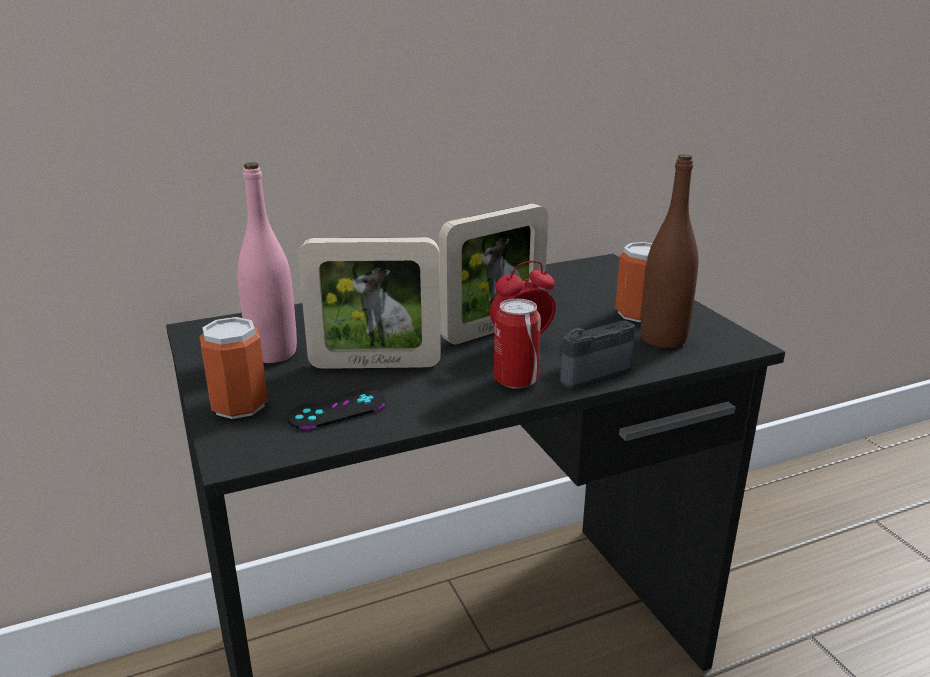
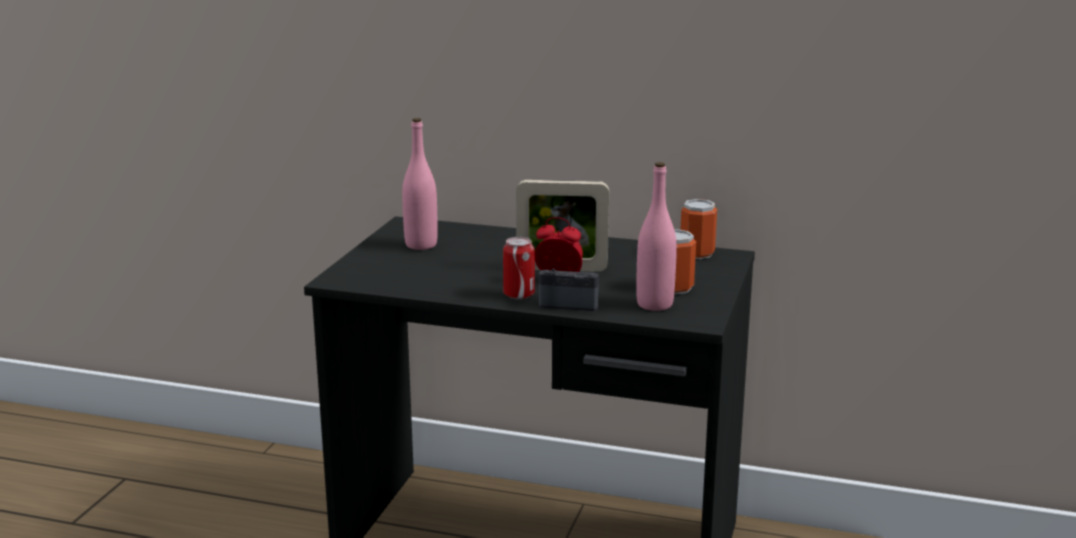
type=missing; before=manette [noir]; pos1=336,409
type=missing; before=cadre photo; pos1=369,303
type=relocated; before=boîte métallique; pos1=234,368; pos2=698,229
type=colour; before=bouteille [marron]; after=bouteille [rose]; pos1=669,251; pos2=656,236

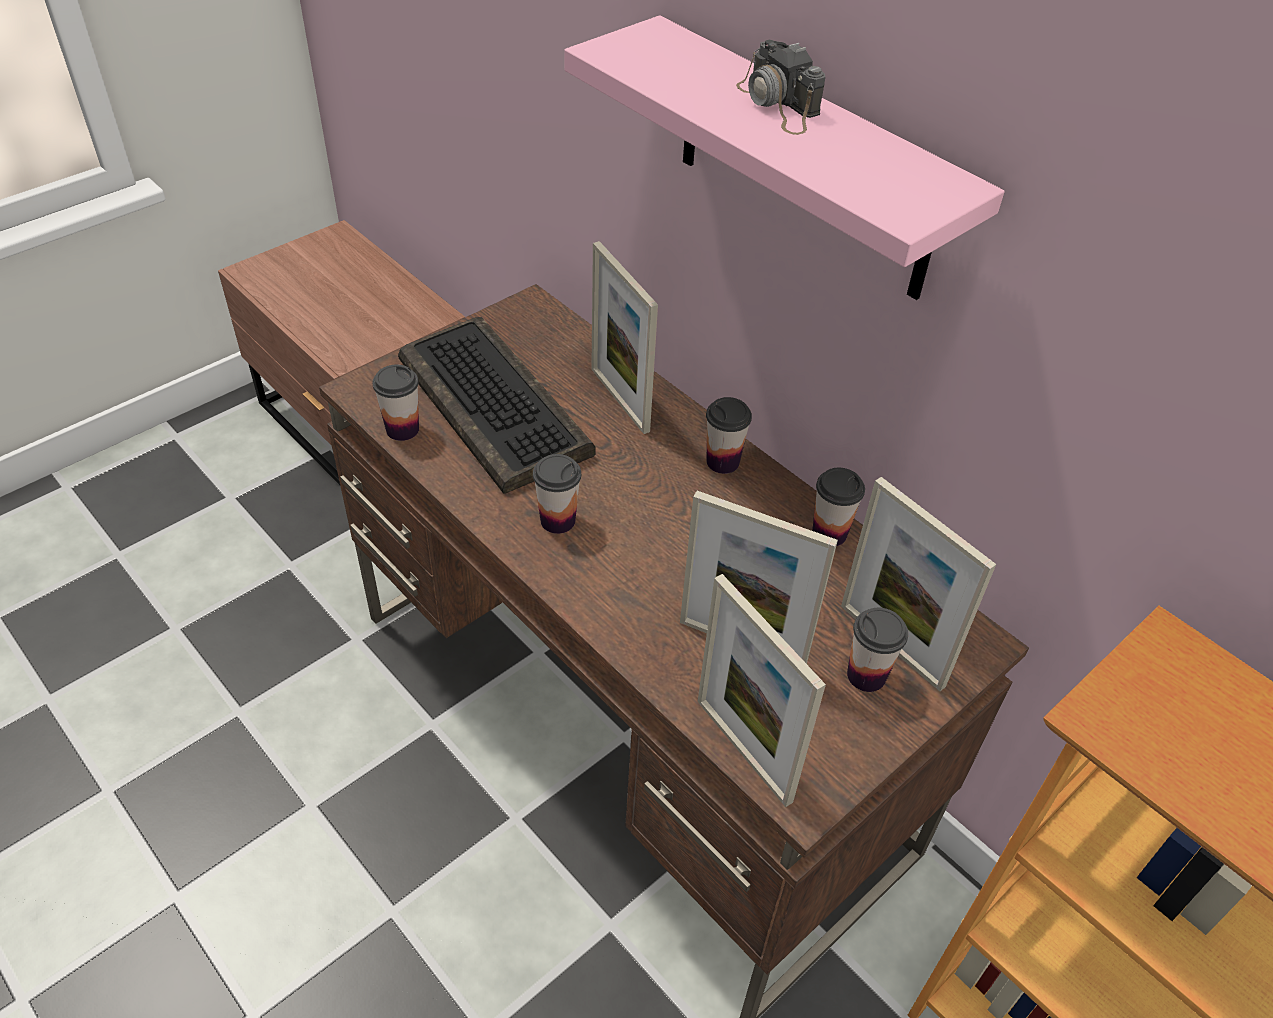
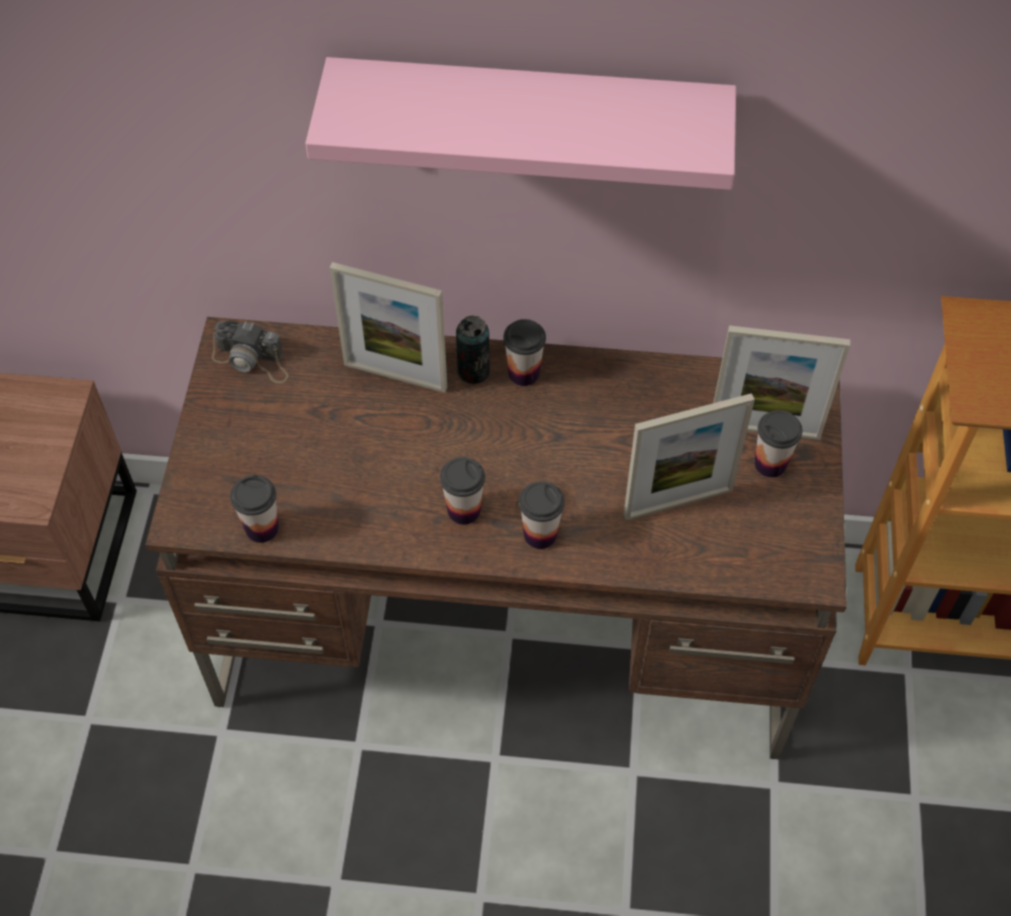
type=missing; before=clavier; pos1=496,405
type=missing; before=cadre photo; pos1=762,690
type=appeared; after=boîte métallique; pos2=473,350
type=relocated; before=appareil photo; pos1=780,87; pos2=250,351
type=relocated; before=tasse; pos1=838,507; pos2=542,515

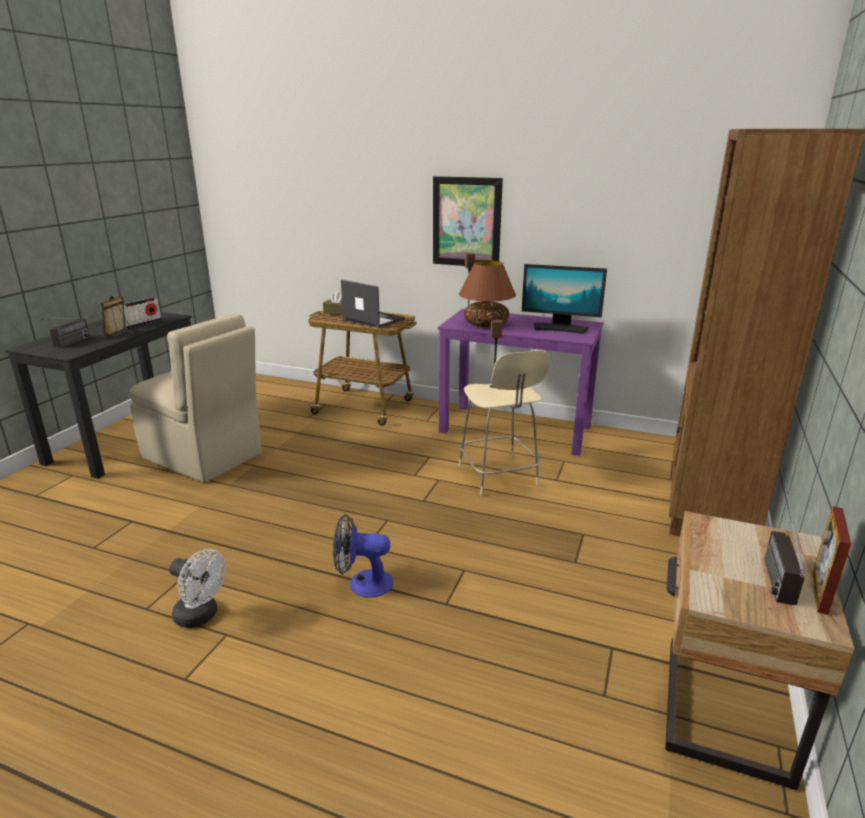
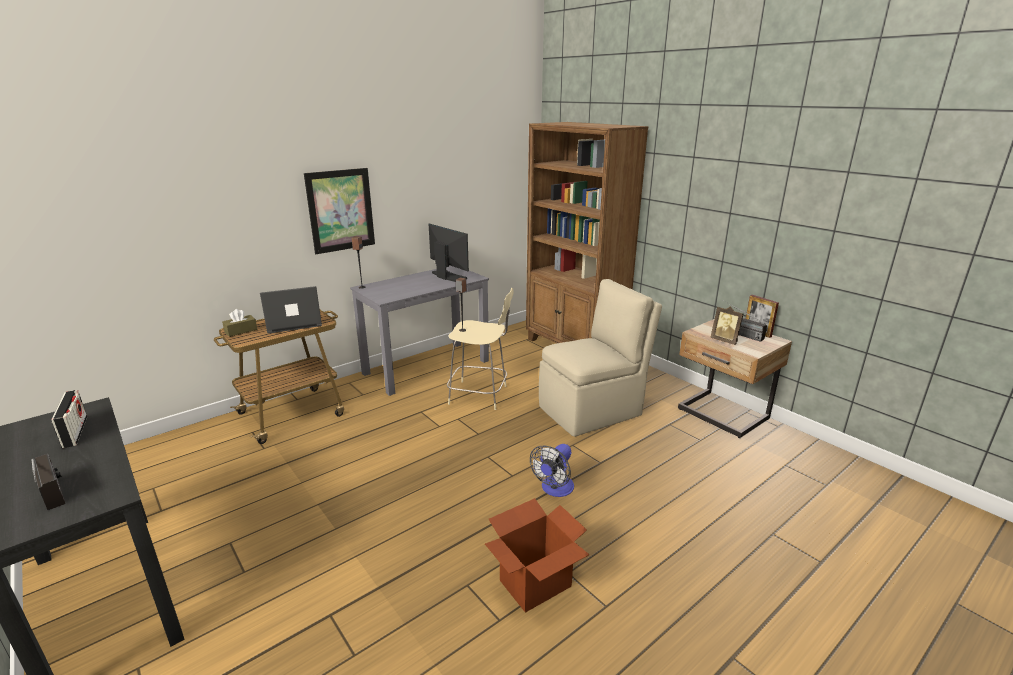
type=missing; before=lampe de table [marron]; pos1=487,293
type=relocated; before=cadre photo; pos1=117,317; pos2=727,325
type=relocated; before=chaise [beige]; pos1=196,398; pos2=600,358
type=exchanged; before=ventilateur [blanc]; after=carton; pos1=197,588; pos2=537,555
type=colour; before=bureau [violet]; after=bureau [gris]; pos1=521,382; pos2=419,331
type=spun; before=écran d'ordinateur; pos1=564,299; pos2=449,253; turn=-90

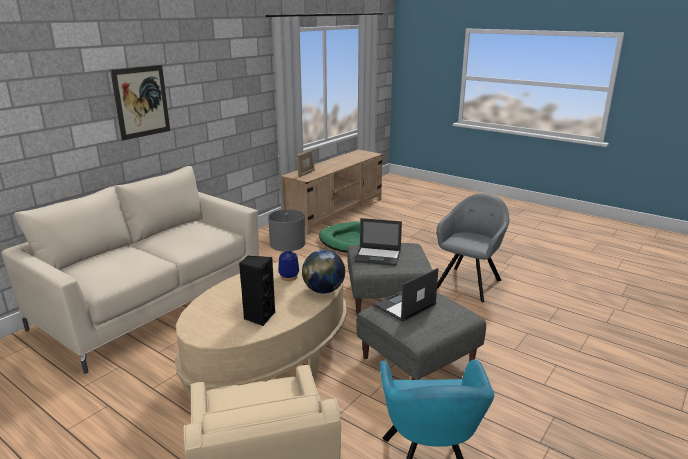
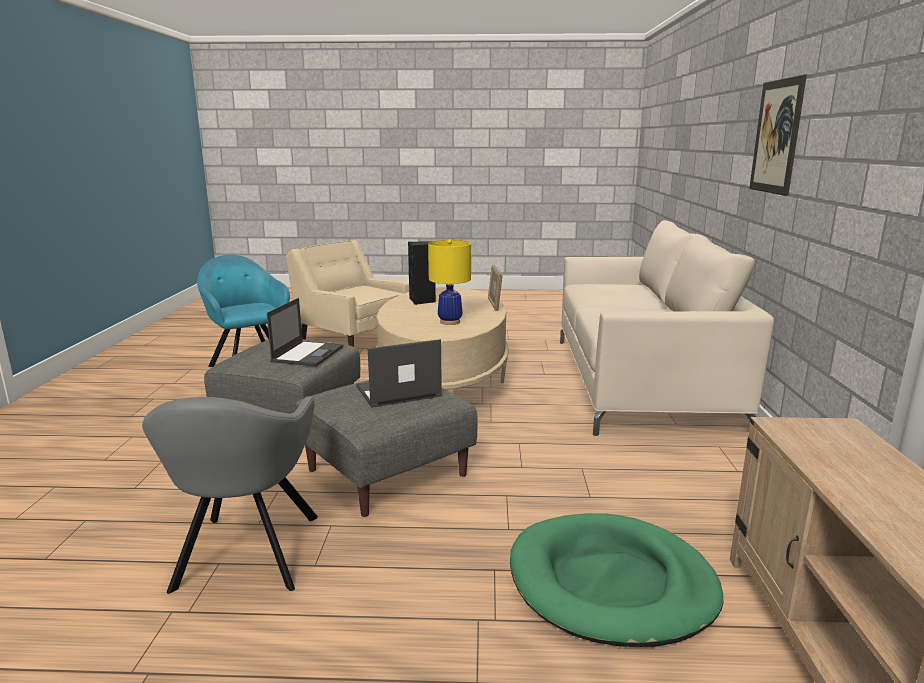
type=missing; before=globe; pos1=323,271
type=relocated; before=cadre photo; pos1=305,163; pos2=495,287
type=colour; before=lampe de table [gris]; after=lampe de table [jaune]; pos1=286,245; pos2=449,282

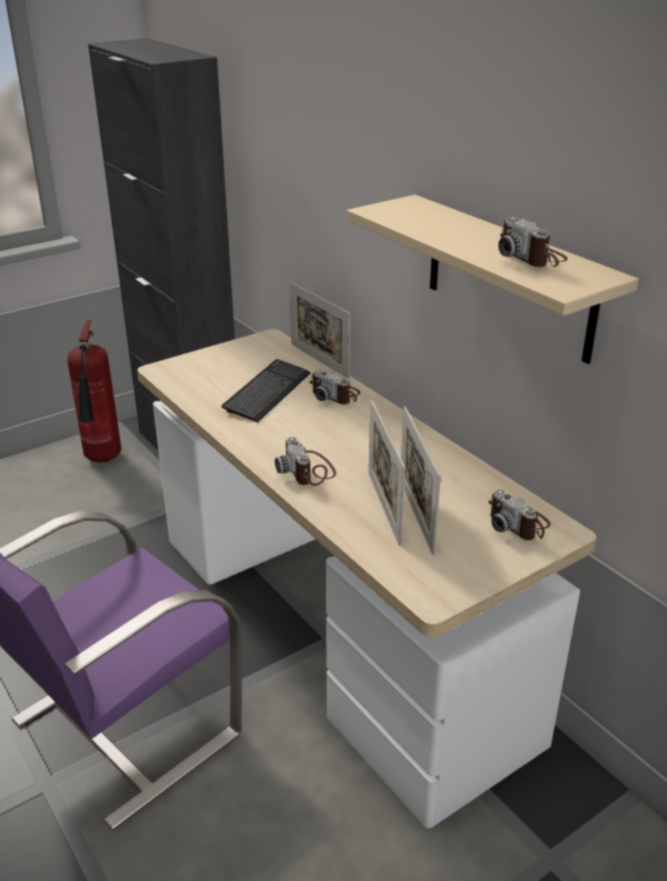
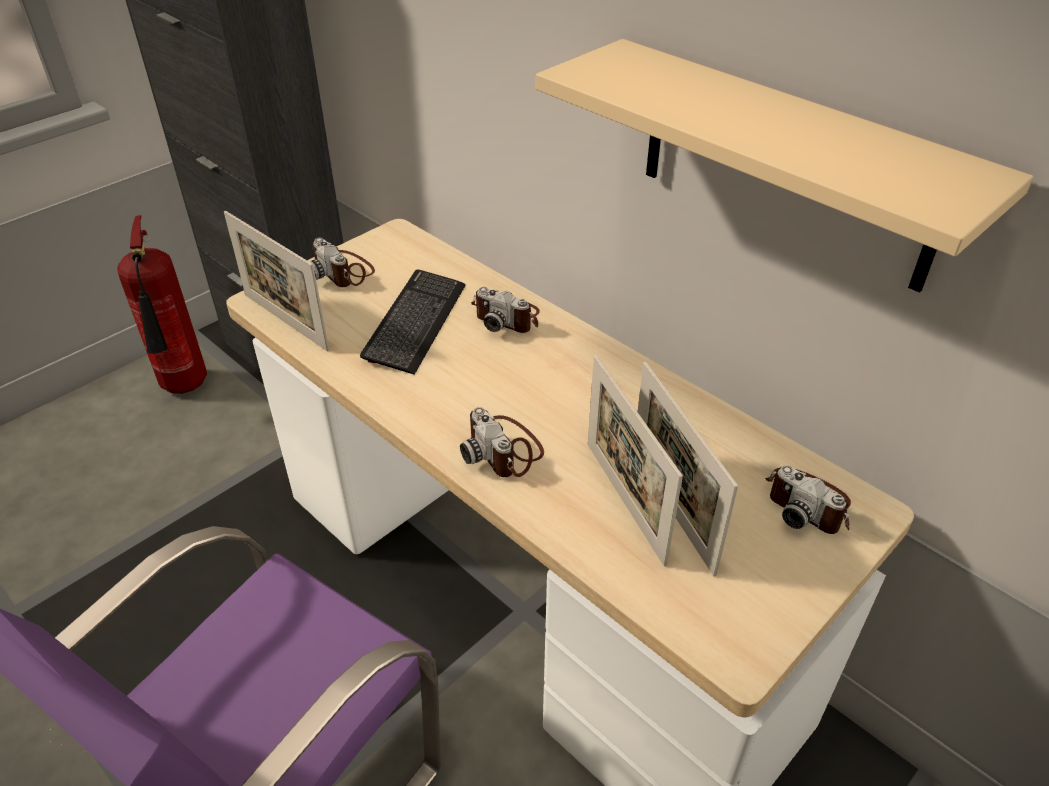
type=relocated; before=cadre photo; pos1=320,330; pos2=276,281
type=relocated; before=appareil photo; pos1=533,242; pos2=342,262

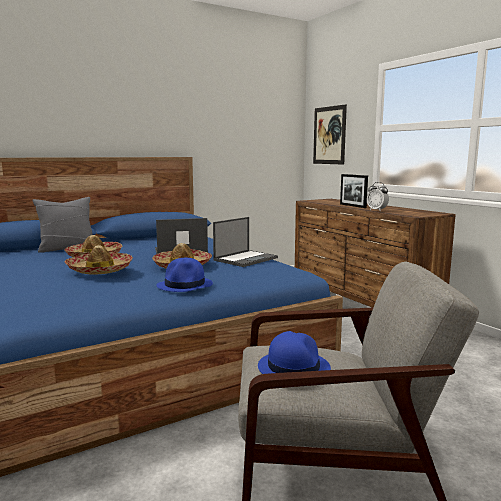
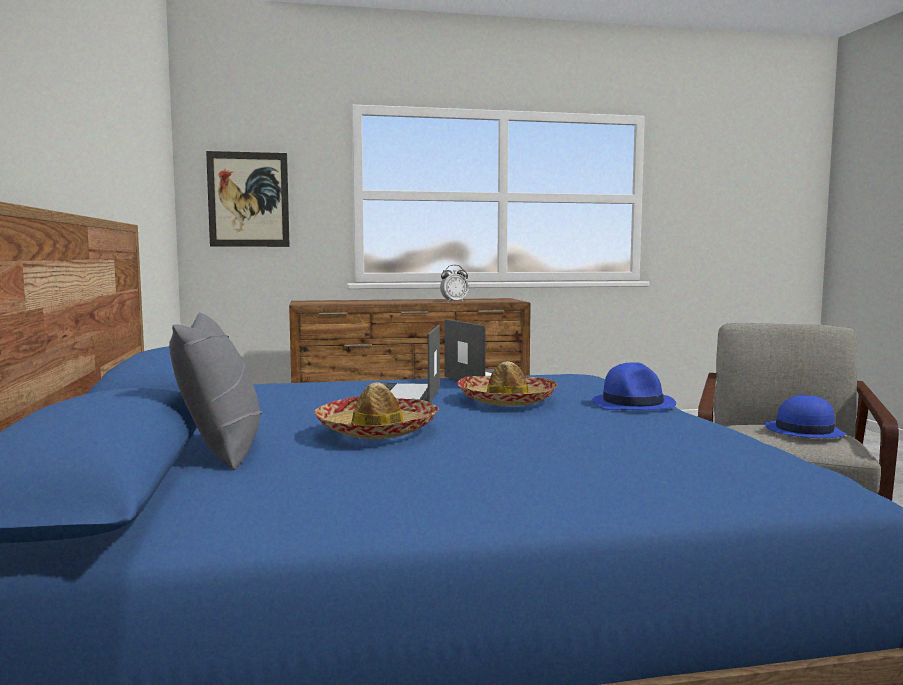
type=missing; before=chapeau; pos1=98,260
type=missing; before=cadre photo; pos1=354,191

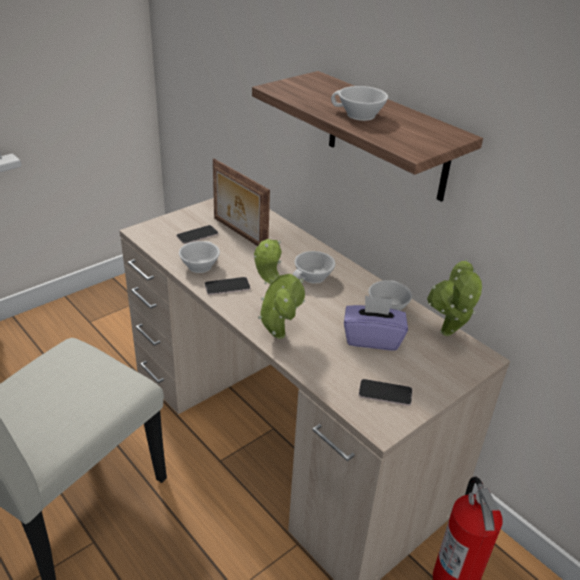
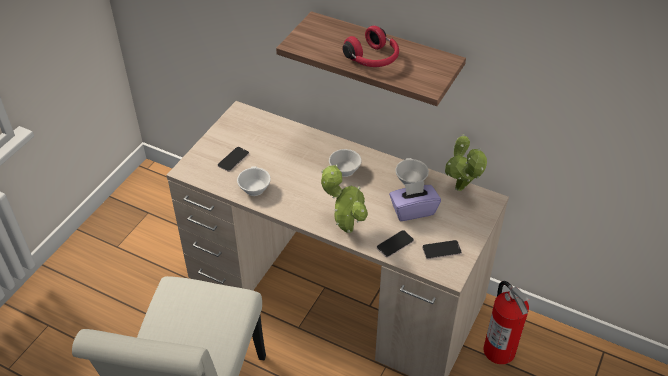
type=missing; before=cadre photo; pos1=241,202
type=relocated; before=téléphone; pos1=227,286; pos2=395,244
type=exchanged; before=tasse [blanc]; after=casque audio [rouge]; pos1=359,103; pos2=370,46

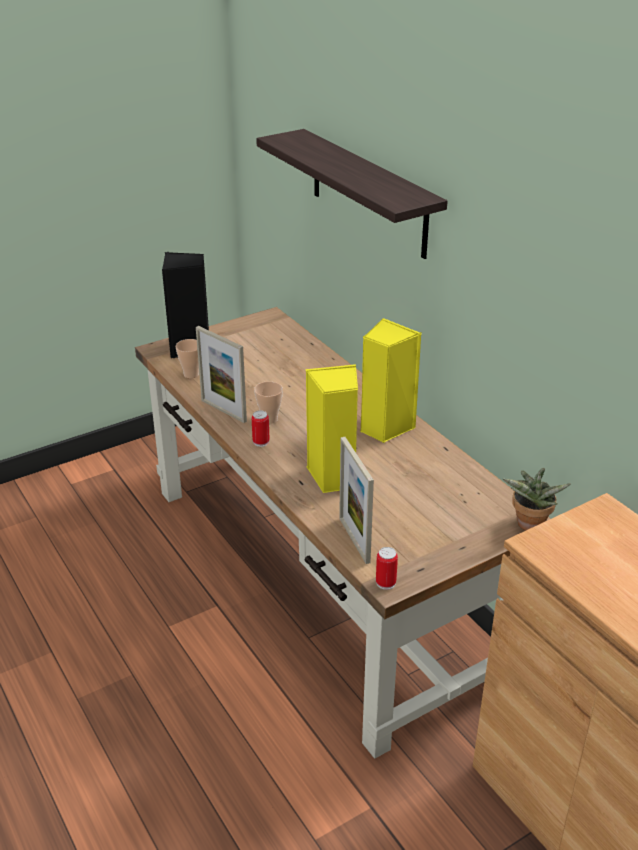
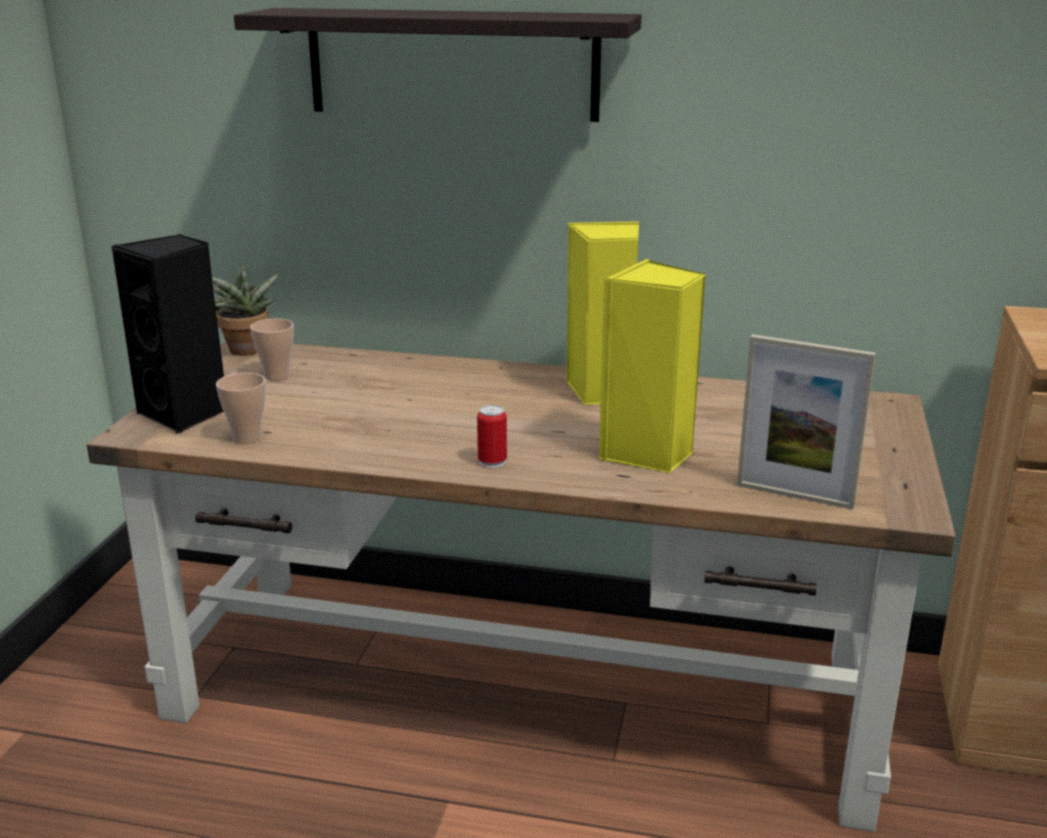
type=missing; before=cadre photo; pos1=221,374
type=missing; before=boîte métallique; pos1=387,568
type=relocated; before=tasse; pos1=268,402; pos2=272,349
type=relocated; before=plante en pot; pos1=537,499; pos2=245,310

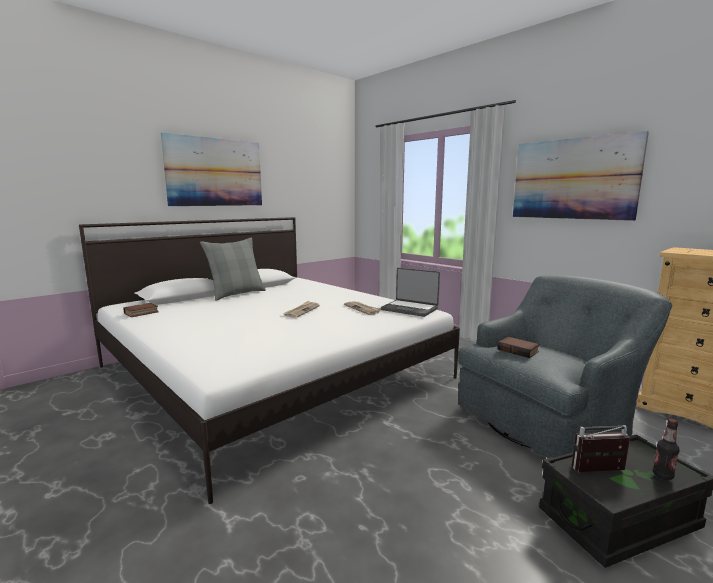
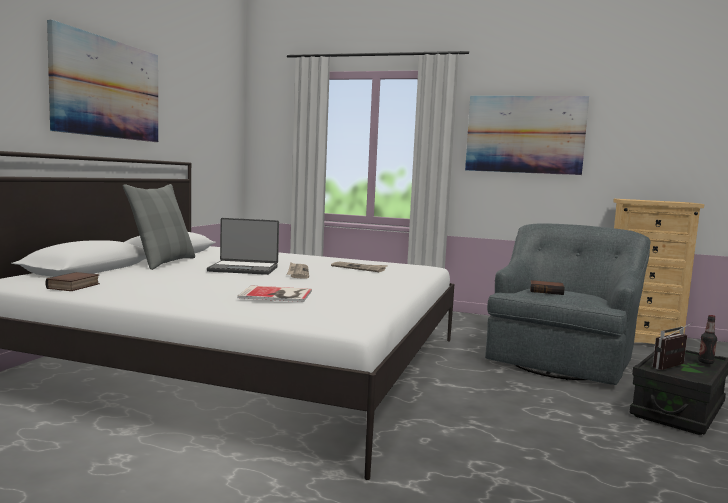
type=appeared; after=livre; pos2=274,293
type=relocated; before=ordinateur portable; pos1=410,292; pos2=243,246

